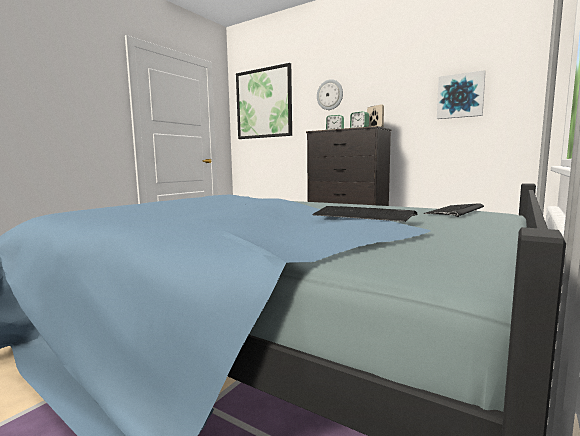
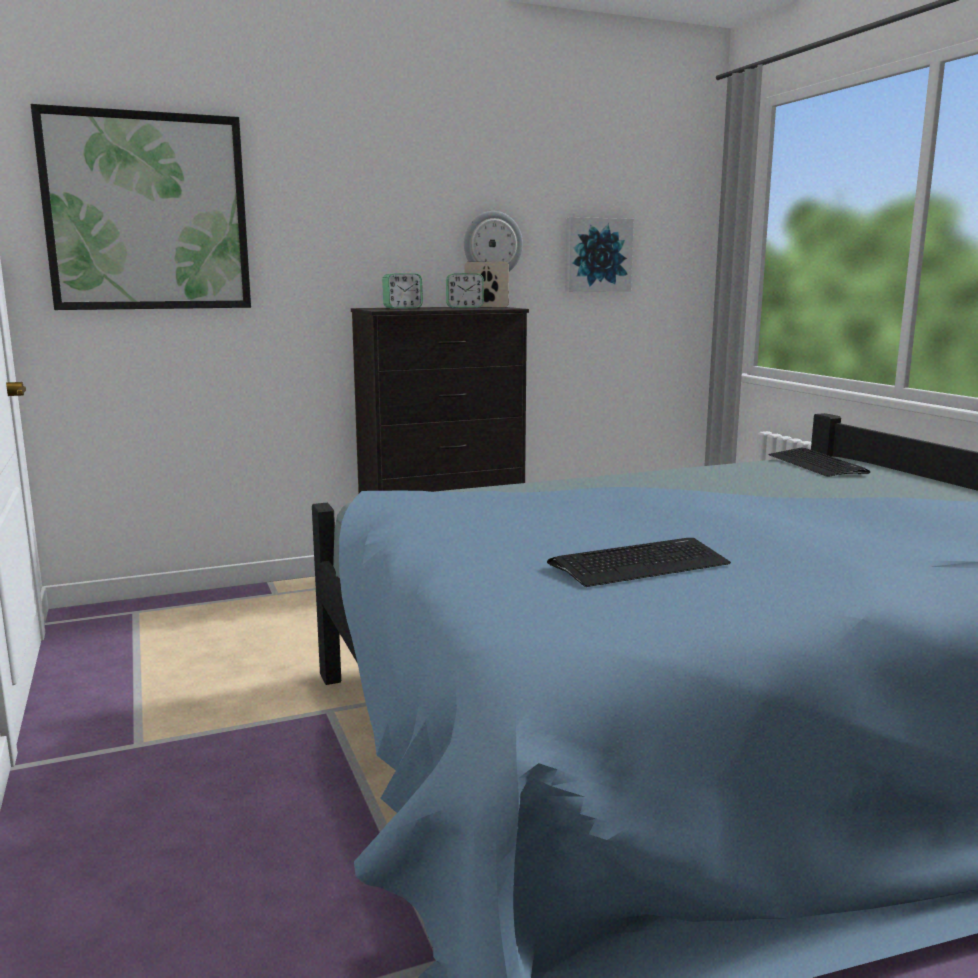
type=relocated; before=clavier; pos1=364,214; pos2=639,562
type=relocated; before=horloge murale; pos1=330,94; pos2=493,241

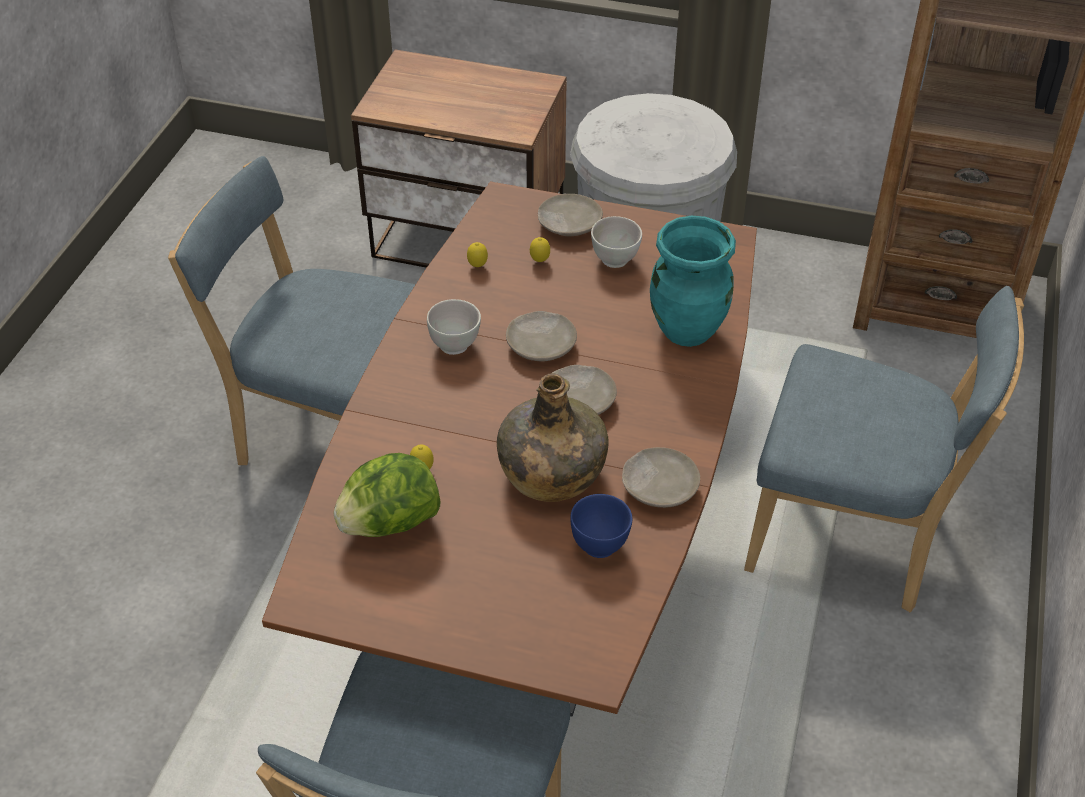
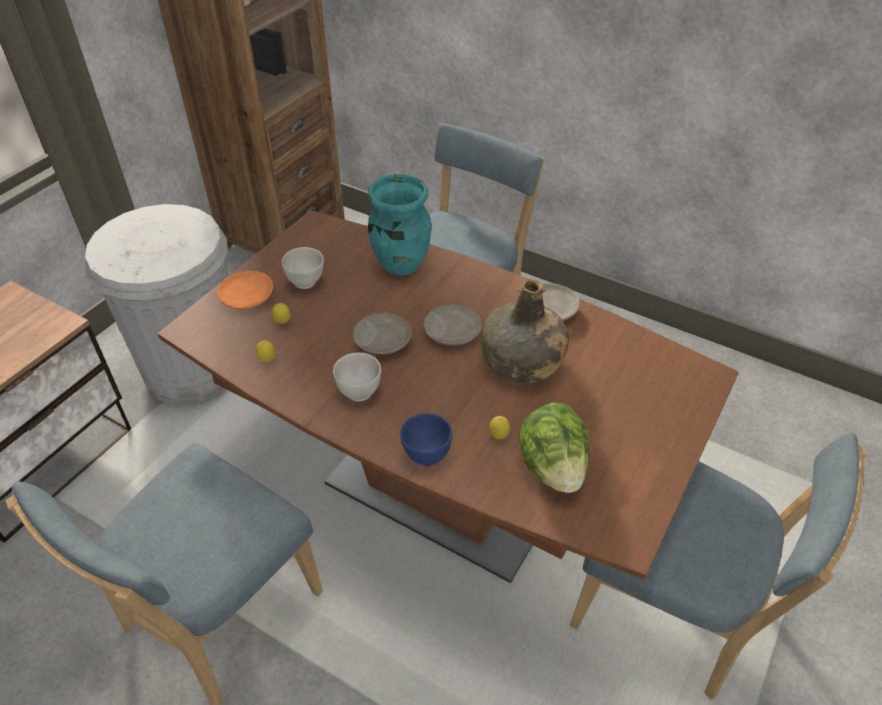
type=relocated; before=bol [bleu]; pos1=601,526; pos2=426,439
type=colour; before=assiette [beige]; after=assiette [orange]; pos1=570,215; pos2=245,290

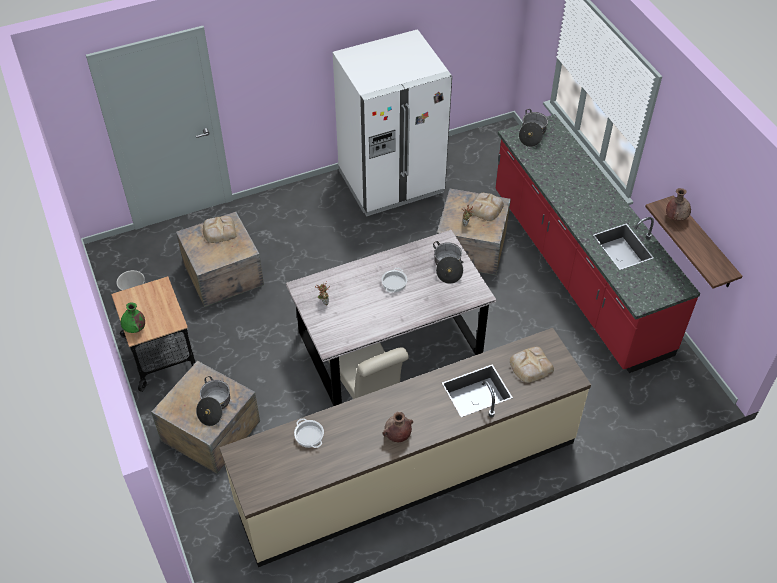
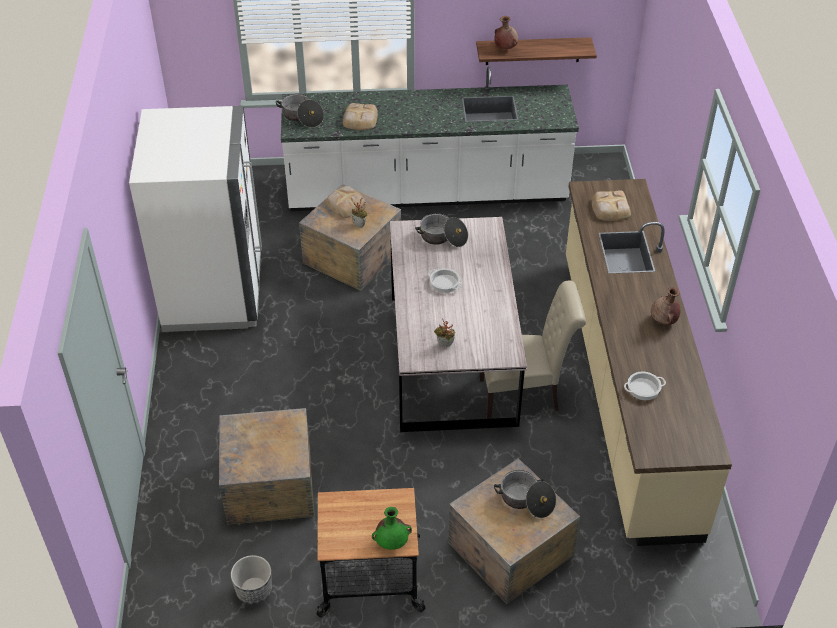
type=relocated; before=pain; pos1=220,229; pos2=360,116
type=colour; before=comptoir de cuisine [rouge]; after=comptoir de cuisine [blanc]; pos1=598,243; pos2=430,139

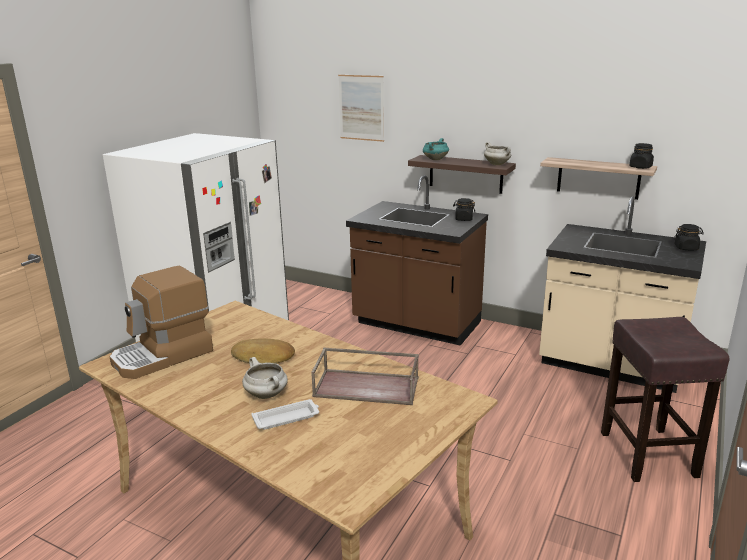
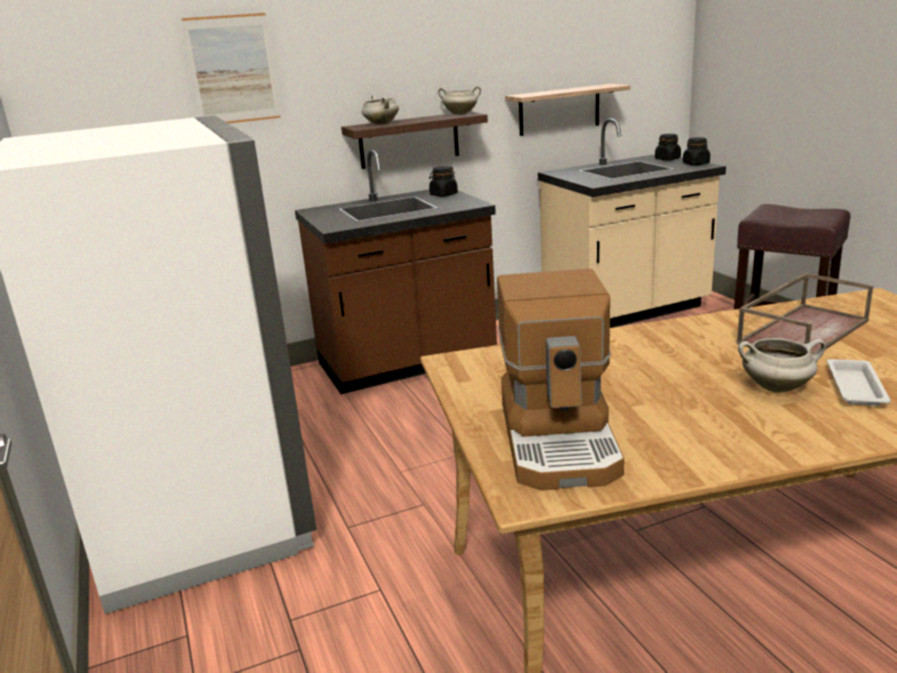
type=missing; before=pain; pos1=263,350
type=relocated; before=bocal [noir]; pos1=641,156; pos2=696,151
type=colour; before=marmite [turquoise]; after=marmite [blanc]; pos1=436,149; pos2=380,110

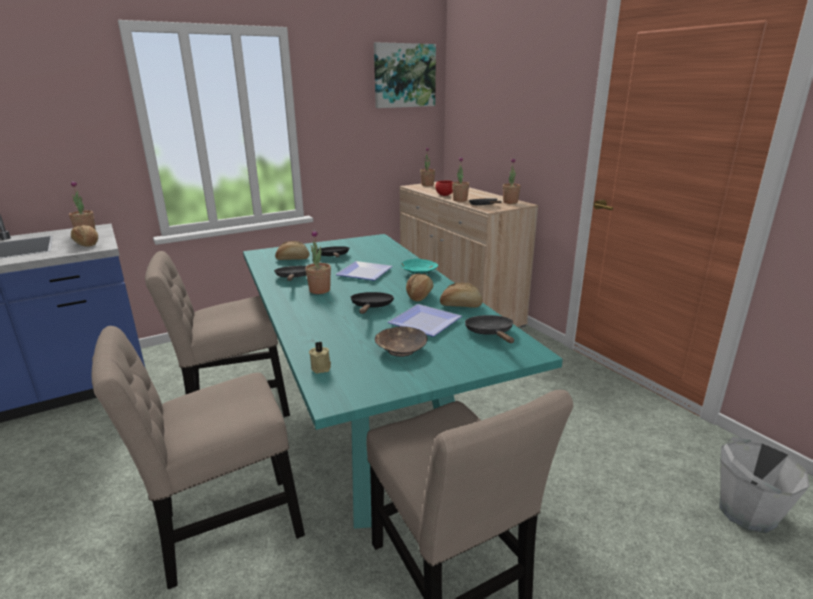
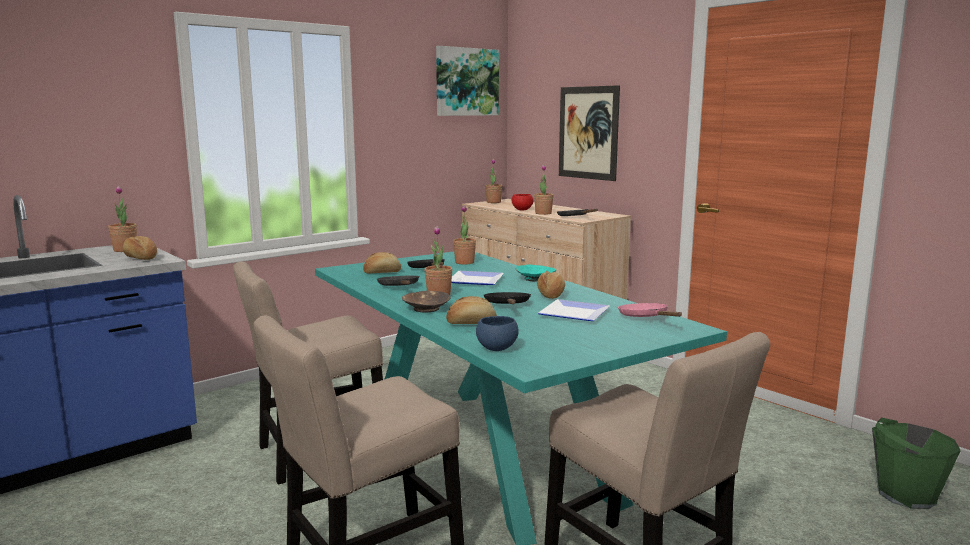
type=appeared; after=tableau; pos2=589,133
type=relocated; before=bol [marron]; pos1=401,341; pos2=426,301
type=relocated; before=pain; pos1=461,295; pos2=471,310
type=relocated; before=plante en pot; pos1=512,180; pos2=464,235
type=exchanged; before=bougie [beige]; after=bol [bleu]; pos1=320,357; pos2=497,333
type=colour; before=poêle [noir]; after=poêle [rose]; pos1=489,329; pos2=650,310
type=colour; before=seau [gris]; after=seau [vert]; pos1=764,485; pos2=916,463

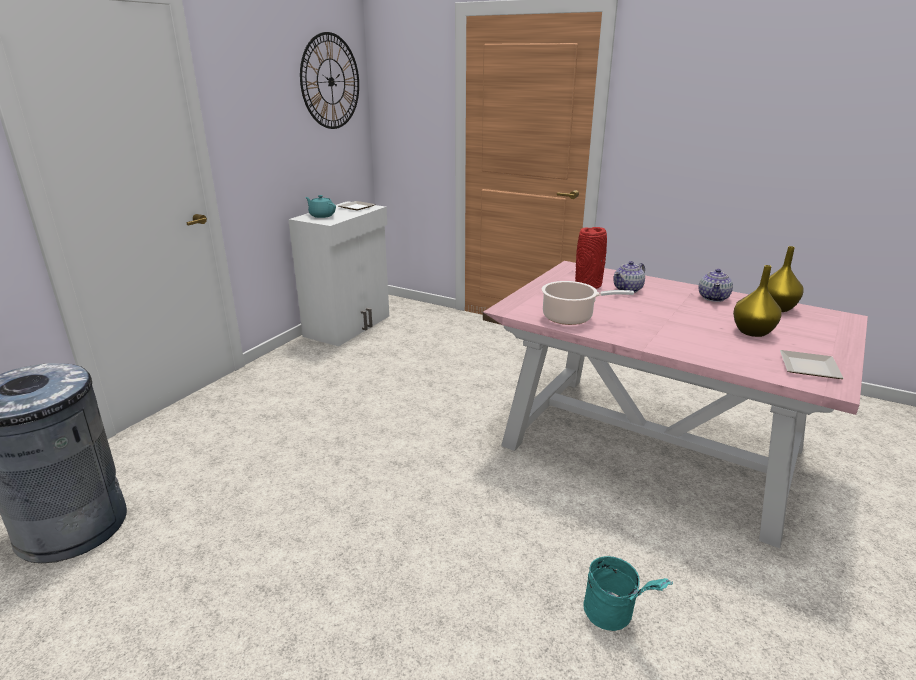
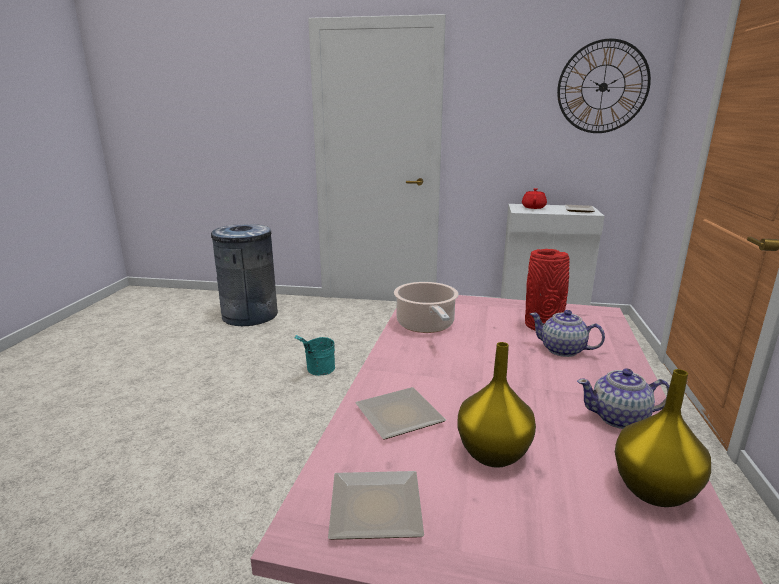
type=appeared; after=assiette; pos2=400,413
type=relocated; before=seau [turquoise]; pos1=628,593; pos2=315,355
type=colour; before=théière [turquoise]; after=théière [rouge]; pos1=320,206; pos2=534,198

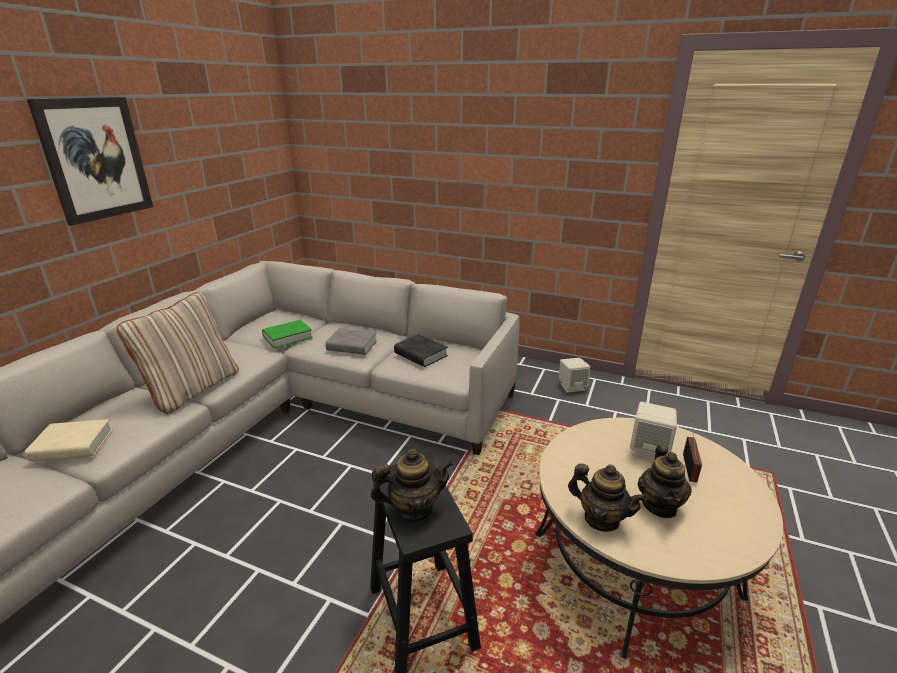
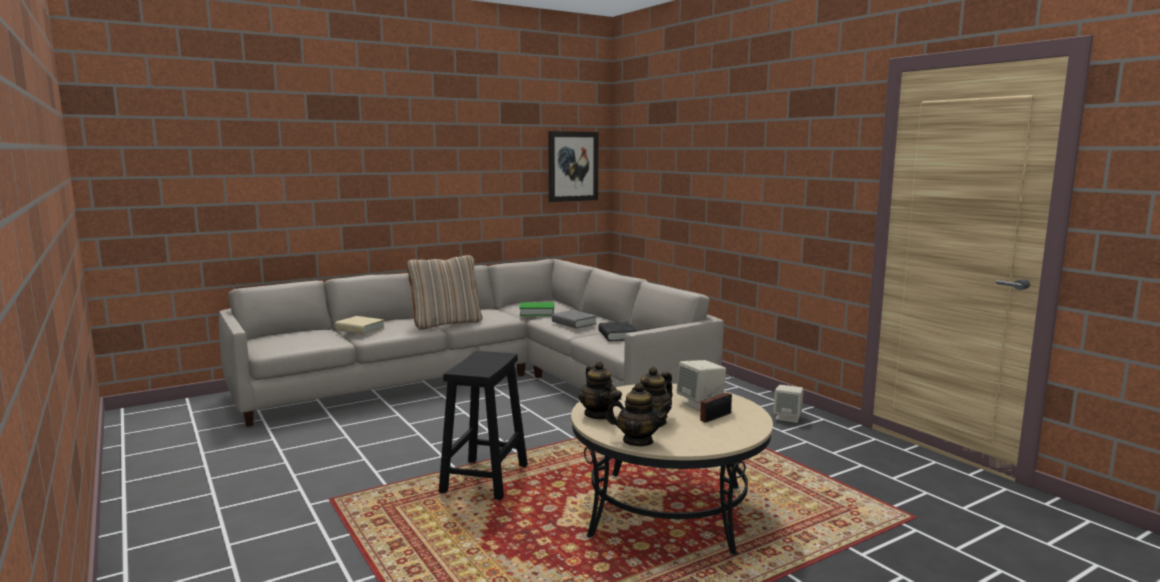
type=relocated; before=tableau; pos1=90,161; pos2=573,166
type=relocated; before=théière; pos1=412,485; pos2=638,414

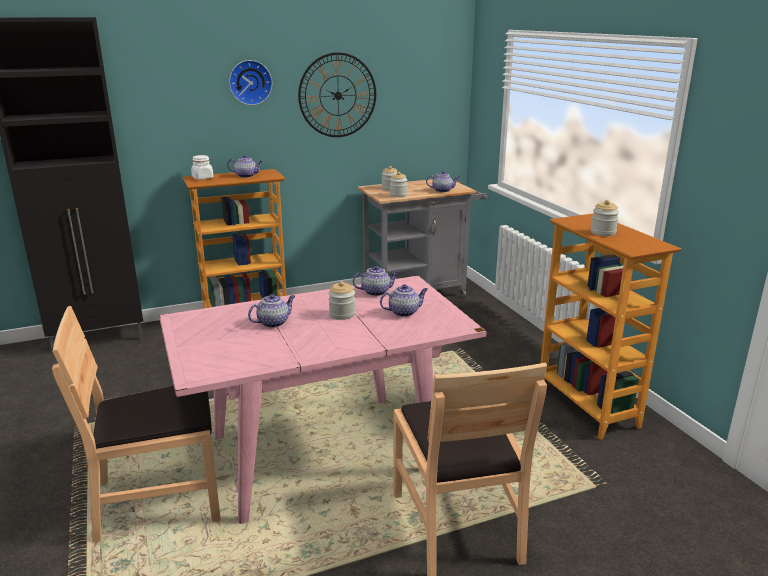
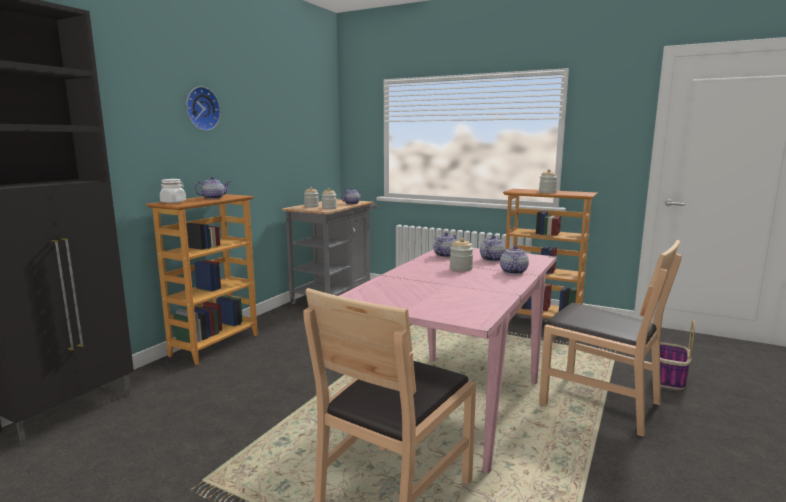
type=missing; before=horloge murale; pos1=337,94
type=appeared; after=panier; pos2=677,355
type=relocated; before=théière; pos1=271,311; pos2=514,259

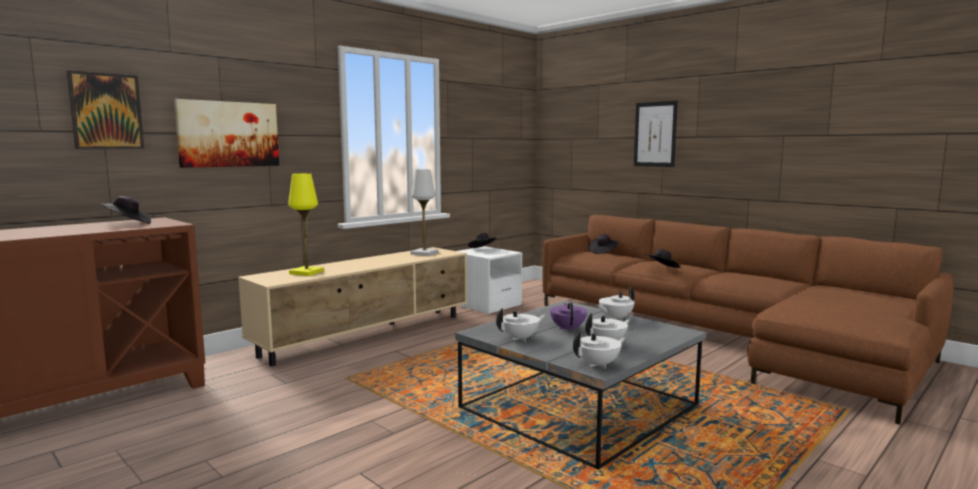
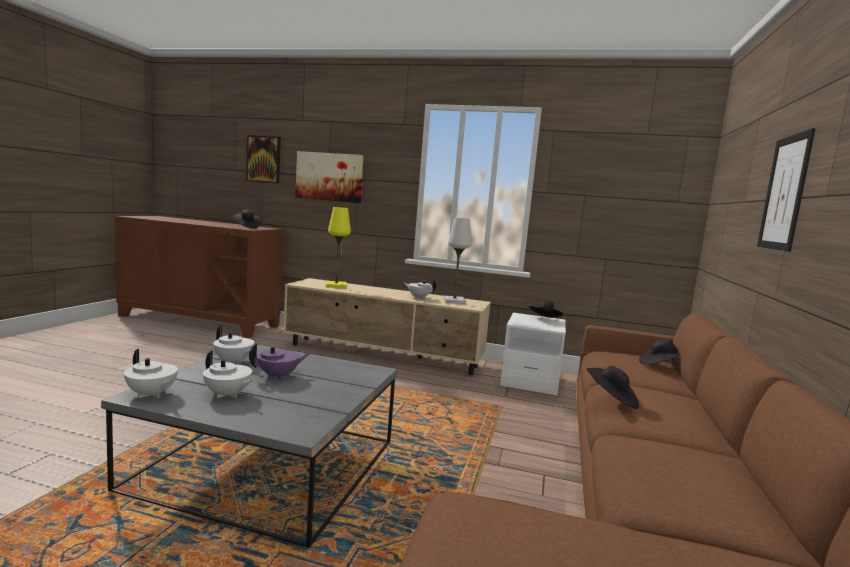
type=relocated; before=théière [blanc]; pos1=615,304; pos2=420,289

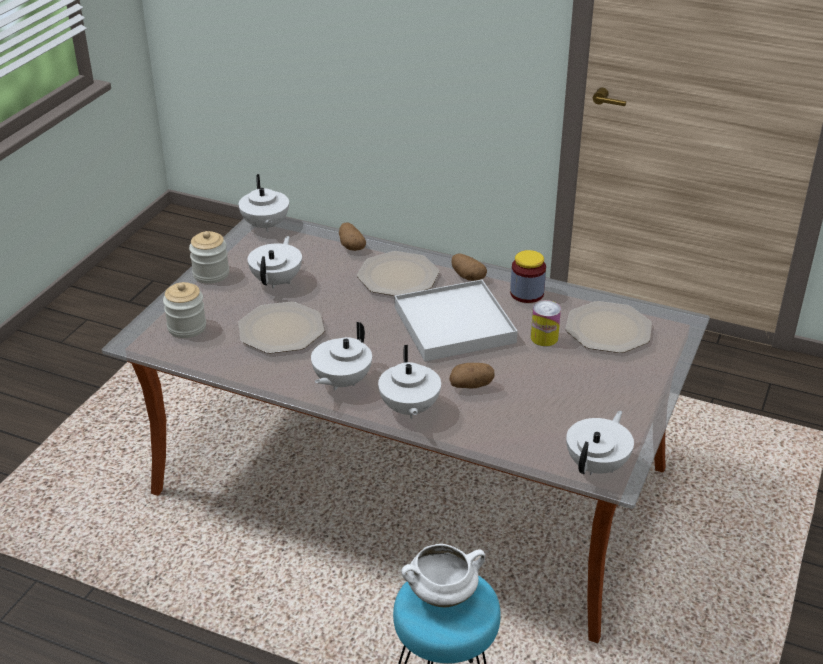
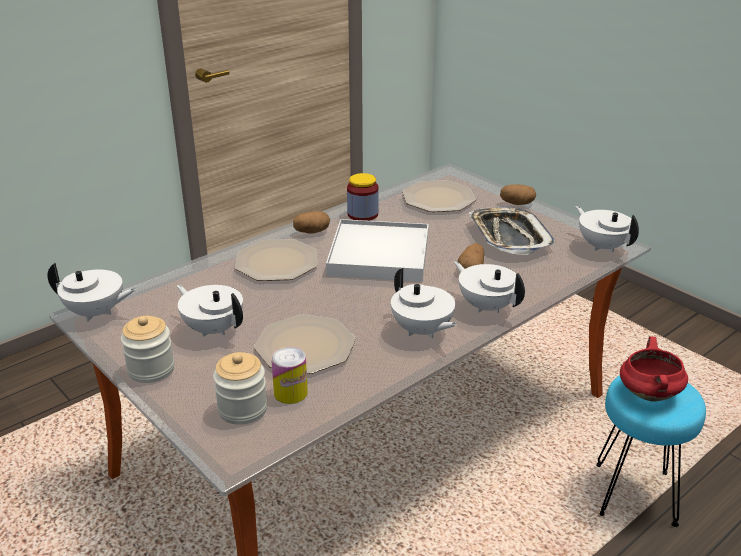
type=appeared; after=plateau; pos2=512,231
type=relocated; before=pomme de terre; pos1=352,236; pos2=518,195
type=relocated; before=boîte métallique; pos1=546,323; pos2=289,375
type=colour; before=marmite [blanc]; after=marmite [rouge]; pos1=443,575; pos2=654,368
type=spun; before=théière [blanc]; pos1=409,382; pos2=489,287; turn=-150

